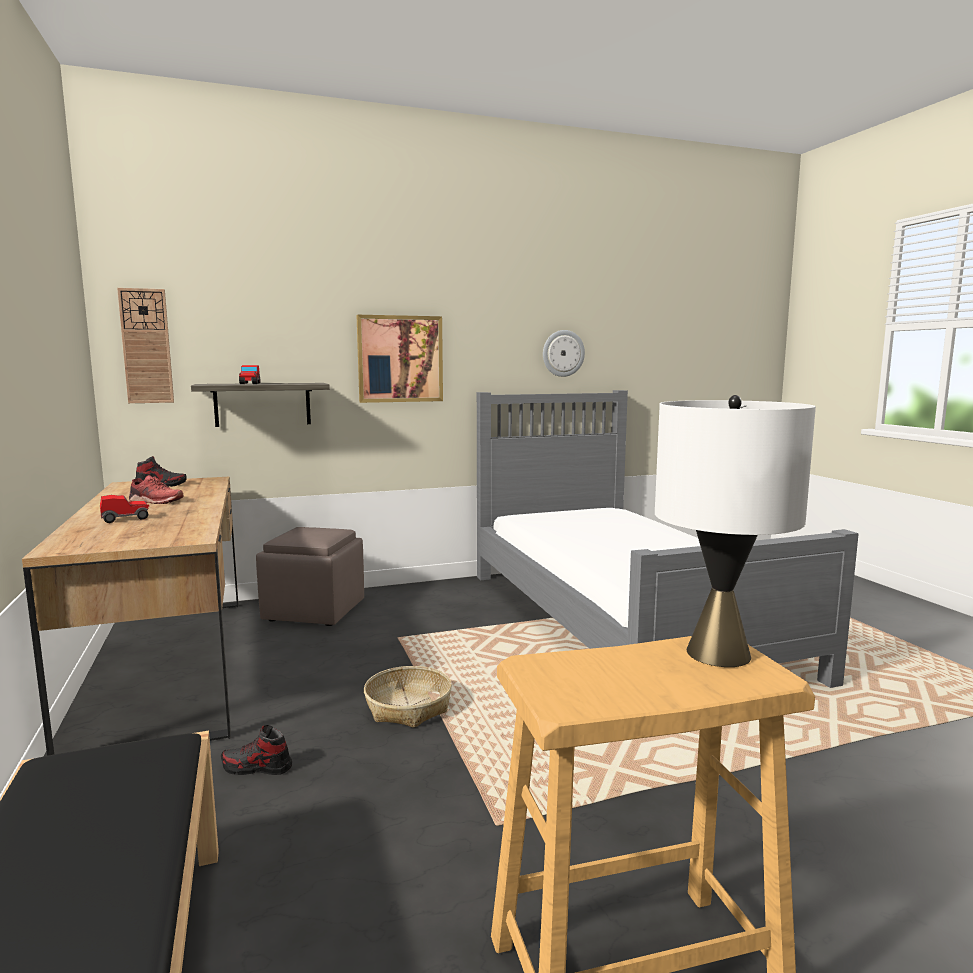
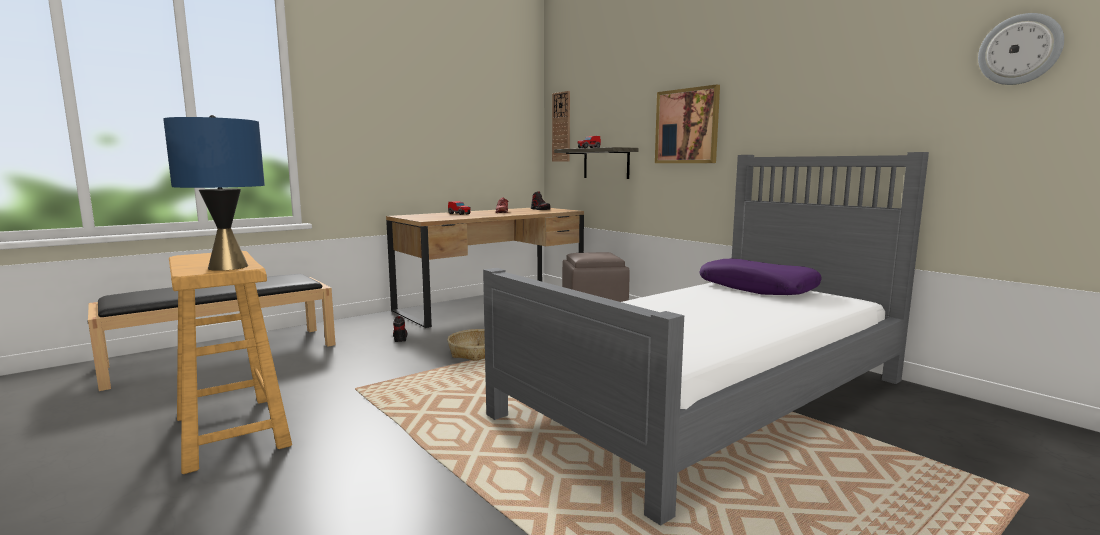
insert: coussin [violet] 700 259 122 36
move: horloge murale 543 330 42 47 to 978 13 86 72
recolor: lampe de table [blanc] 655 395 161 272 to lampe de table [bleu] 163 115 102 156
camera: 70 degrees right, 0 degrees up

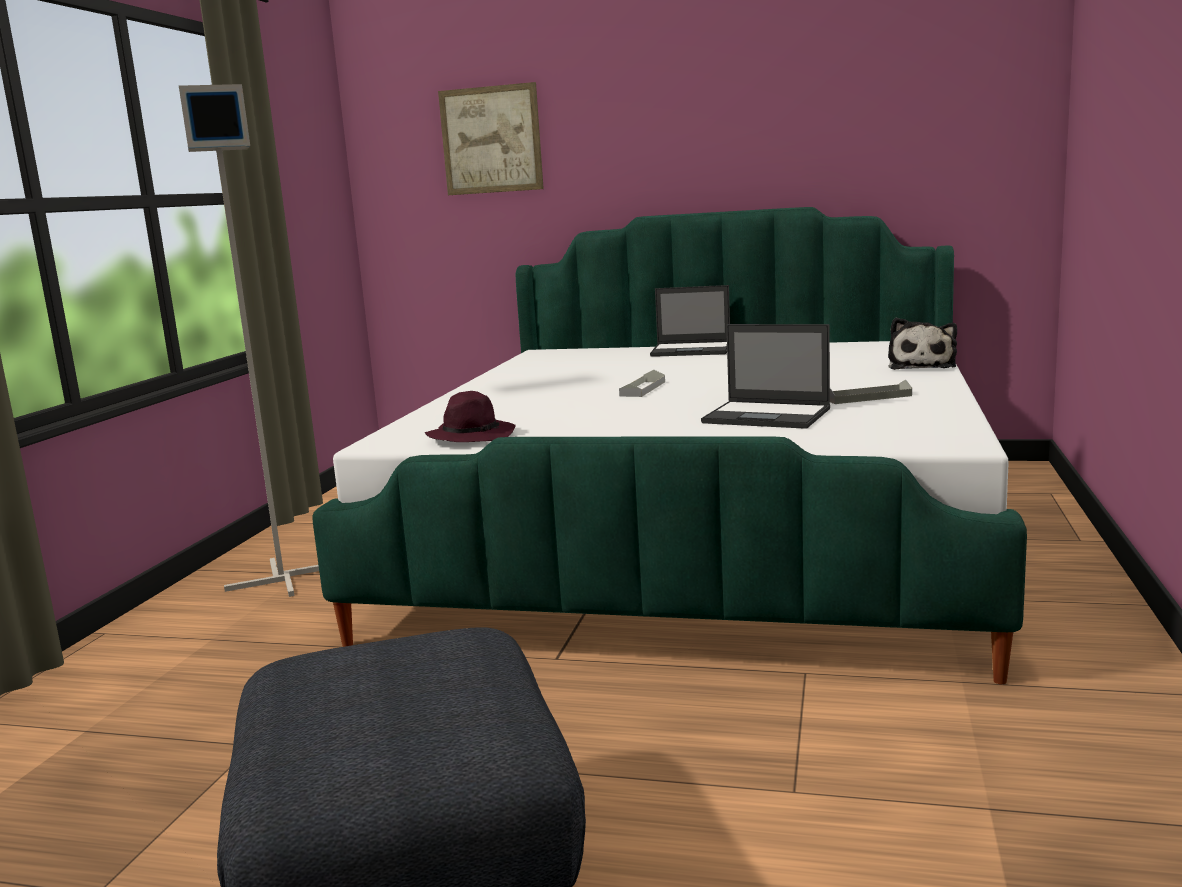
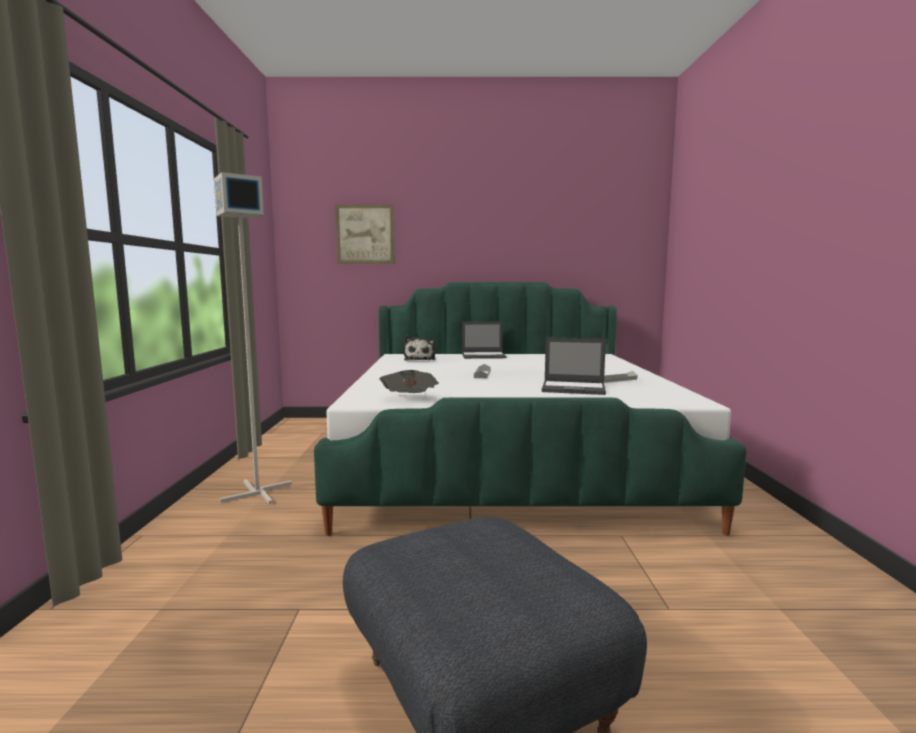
move: peluche 888 318 69 52 to 404 335 31 26
replace: chapeau [violet] 425 391 91 51 to journal 379 370 60 23
camera: 15 degrees left, 5 degrees down

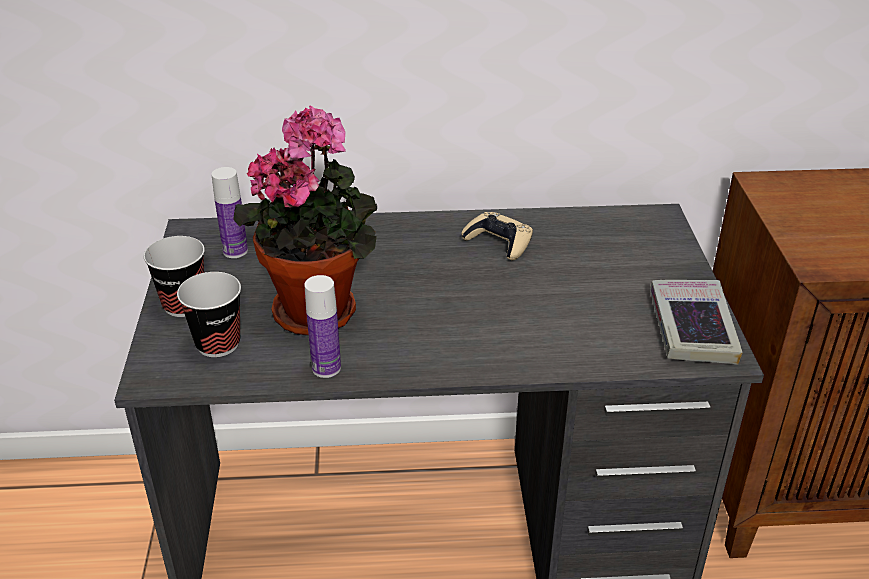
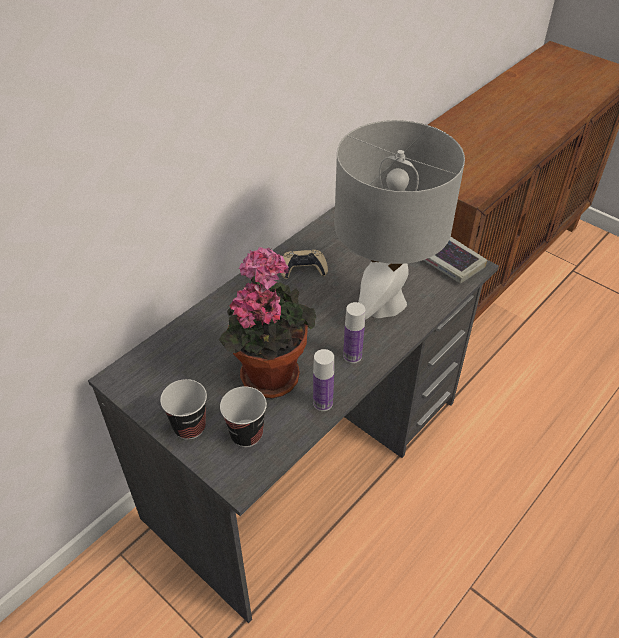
insert: lampe de table [gris] 334 120 131 200
move: bouteille 211 167 37 91 to 343 302 22 61
camera: 45 degrees left, 10 degrees up

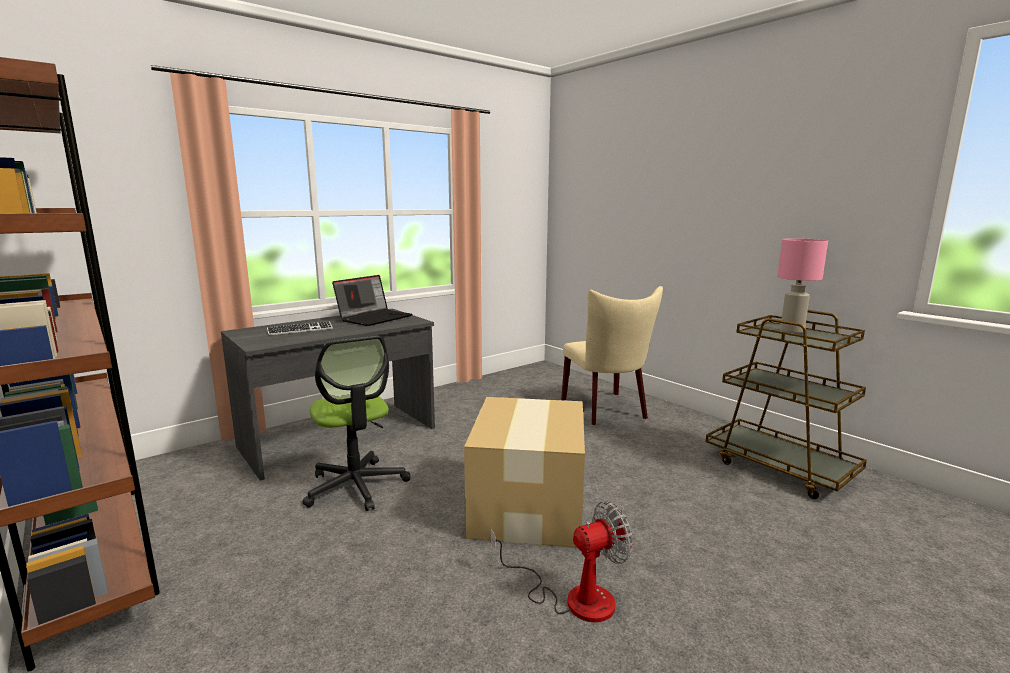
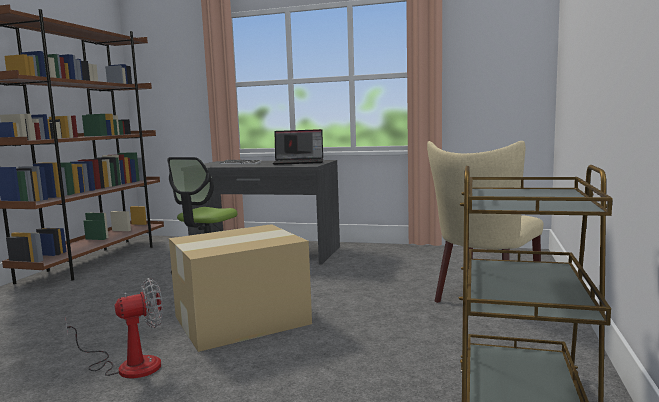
delete: lampe de table [rose] 777 238 51 95
rotate: ventilateur 490 501 143 121 = 65 278 98 100 60 degrees counterclockwise
camera: 55 degrees right, 5 degrees down

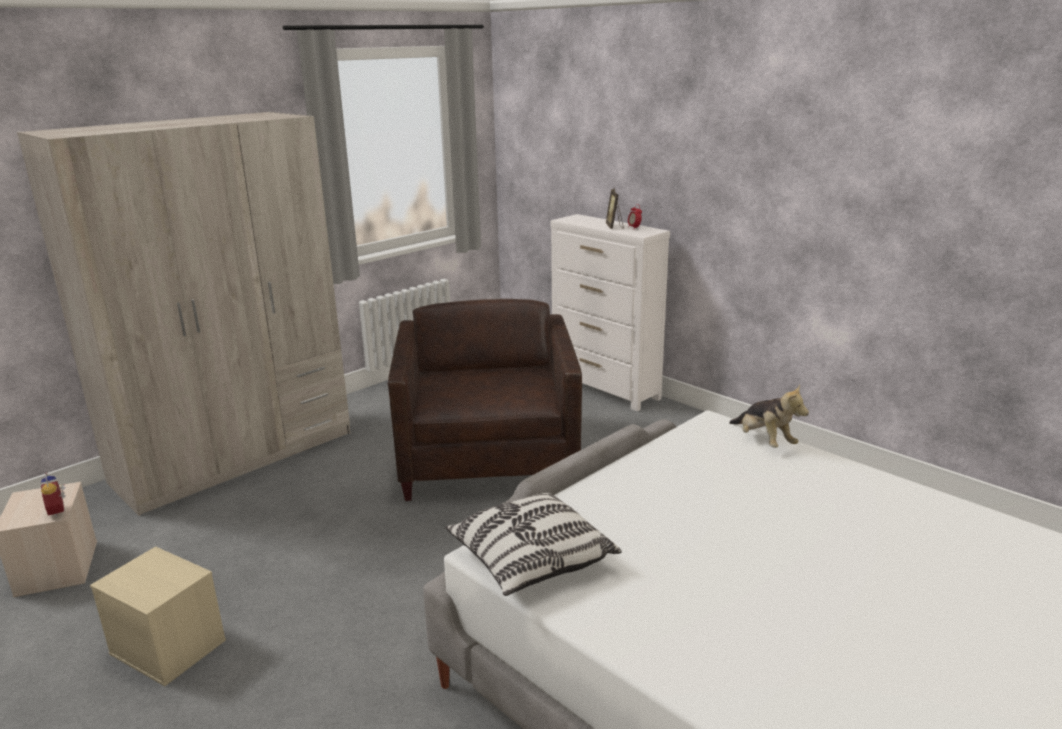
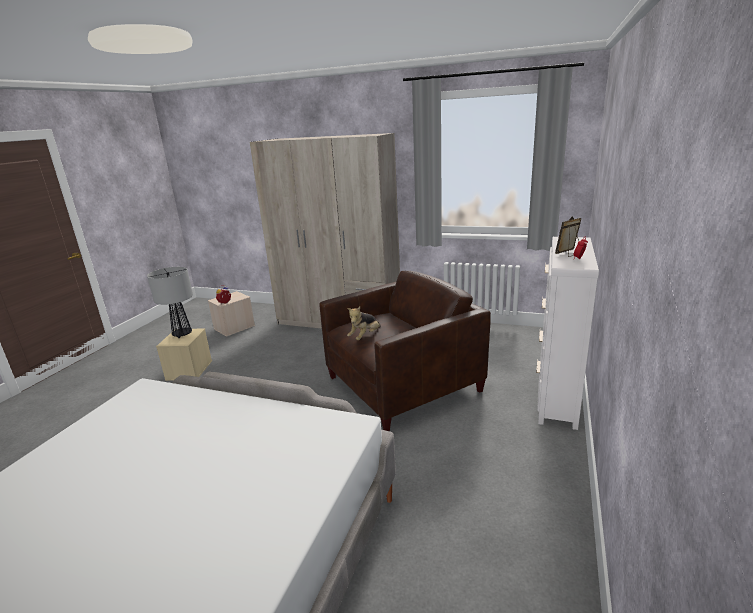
delete: coussin 445 492 177 104
insert: lampe de table 147 267 46 71
move: peluche 729 385 80 63 to 347 307 34 33
camera: 65 degrees right, 0 degrees up

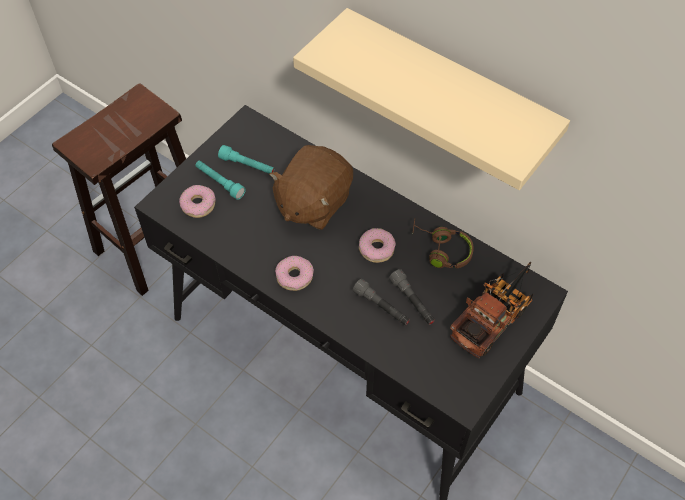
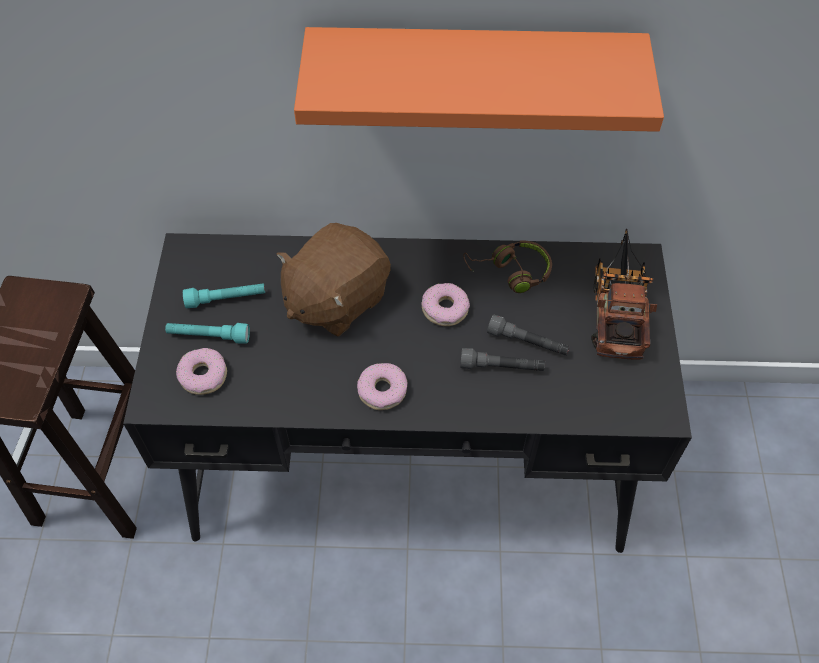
recolor: étagère [beige] 293 8 277 182 to étagère [orange] 294 27 370 105
rotate: peluche [marron] 269 145 84 85 = 277 223 114 113 45 degrees clockwise
camera: 35 degrees left, 0 degrees up

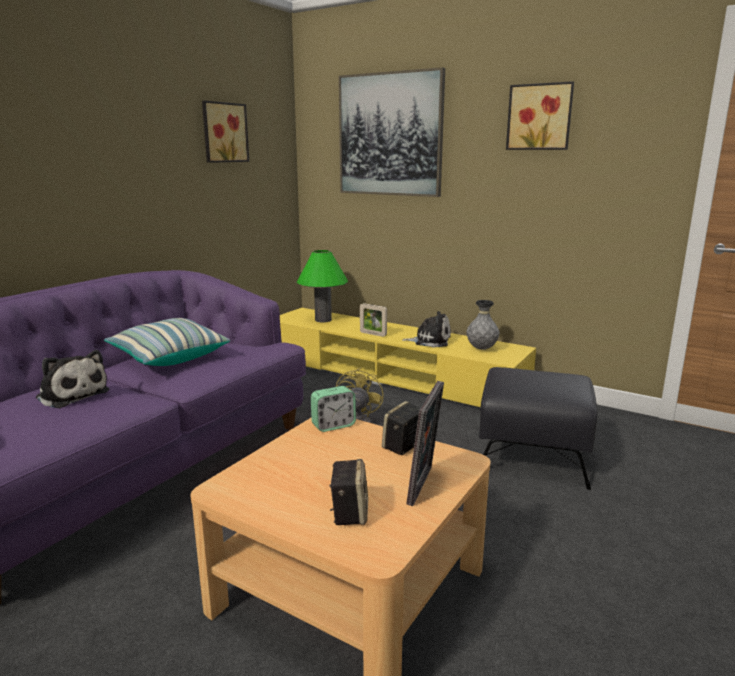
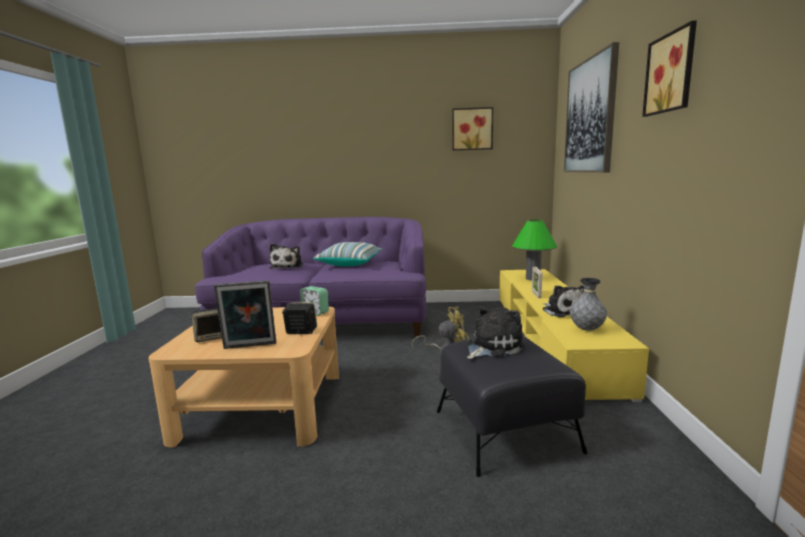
insert: peluche 467 306 58 53
camera: 60 degrees right, 5 degrees down

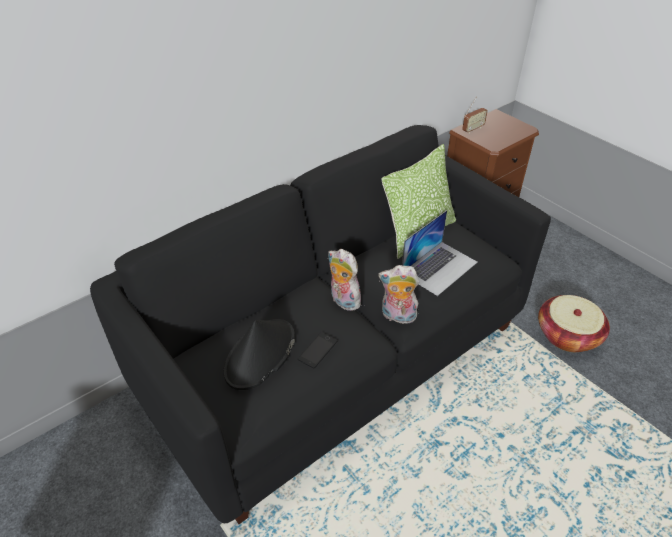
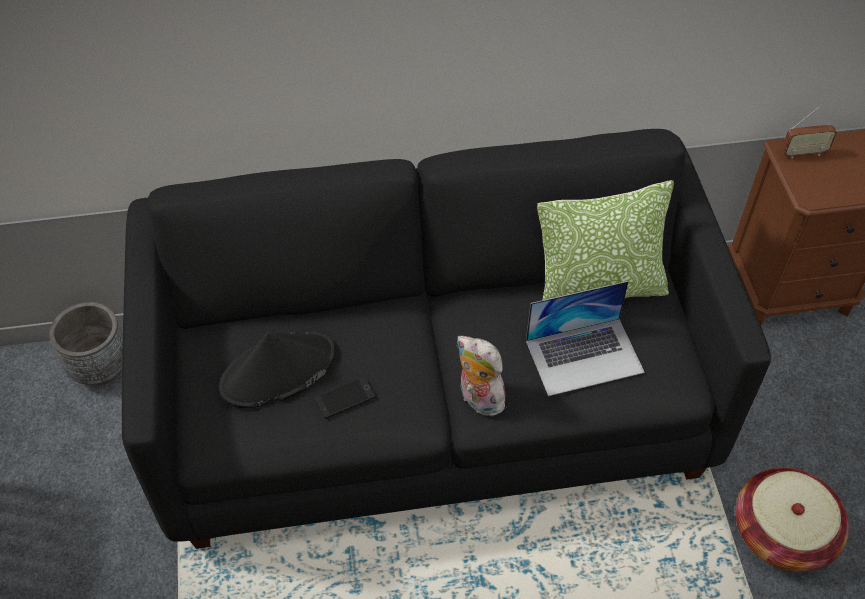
delete: peluche 328 249 34 62
insert: cache-pot [gris] 49 302 74 84
camera: 30 degrees right, 10 degrees up

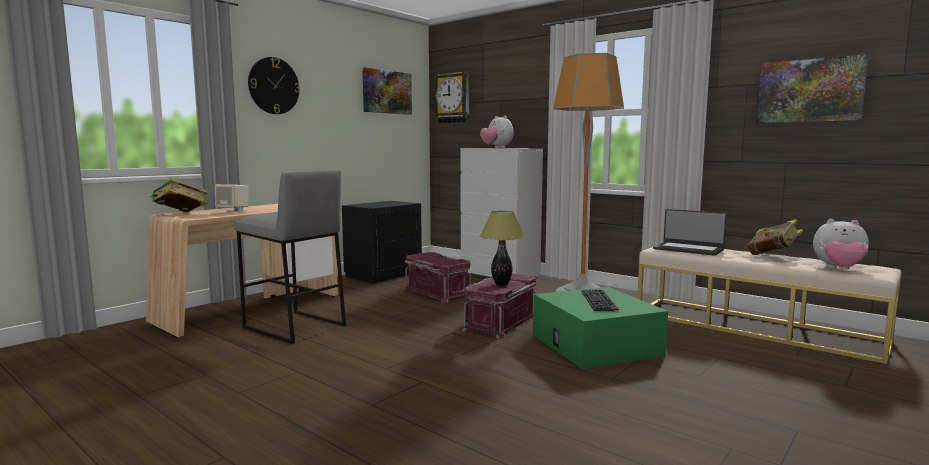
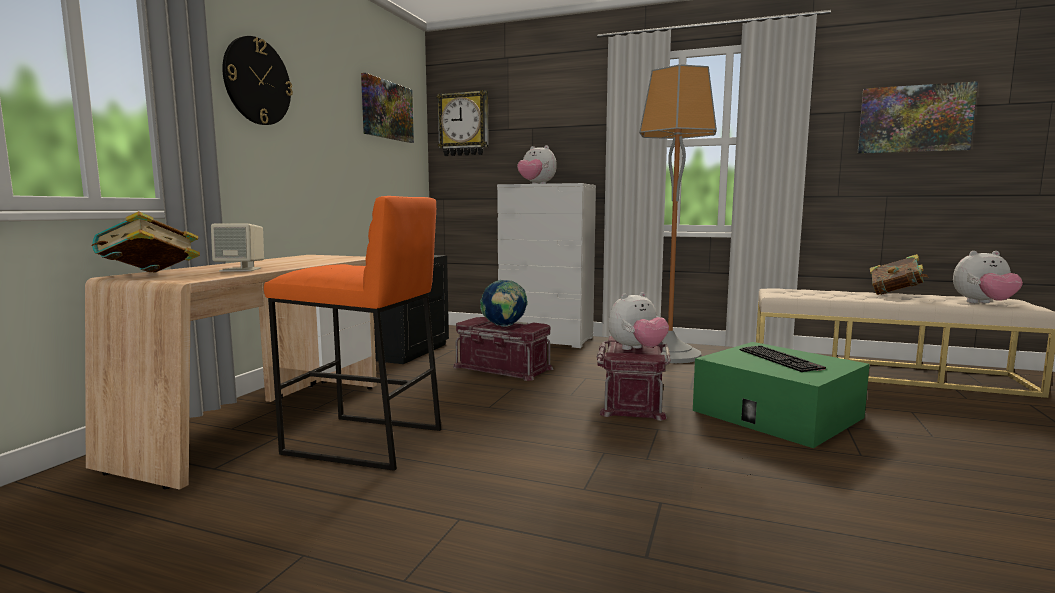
delete: ordinateur portable 653 209 74 47
insert: globe 480 280 47 47
replace: lampe de table 480 211 45 75 to peluche 608 292 61 58
recolor: tabouret [gris] 234 170 112 174 to tabouret [orange] 264 196 177 275
camera: 20 degrees left, 0 degrees up

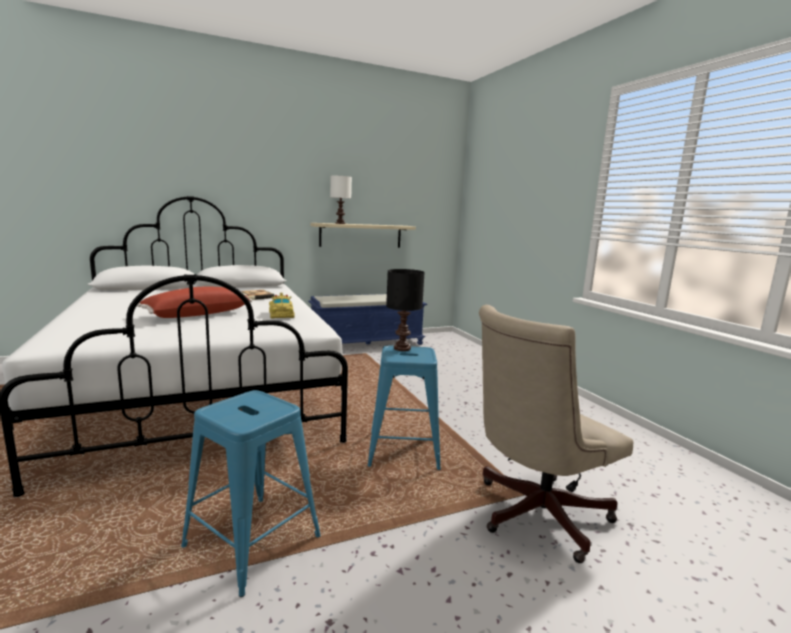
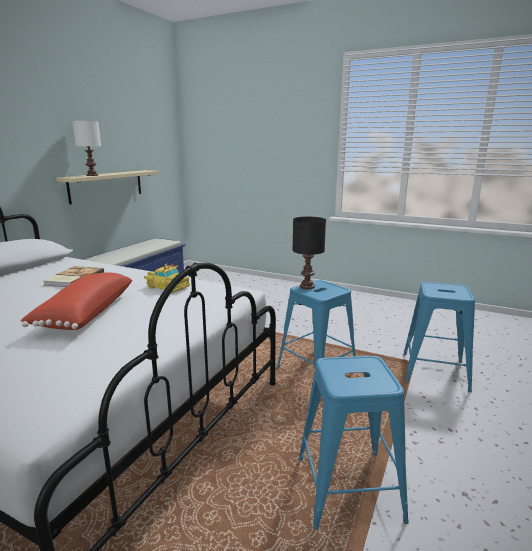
replace: chaise de bureau [beige] 479 305 154 258 to tabouret [bleu] 403 282 72 110
camera: 40 degrees left, 5 degrees up

